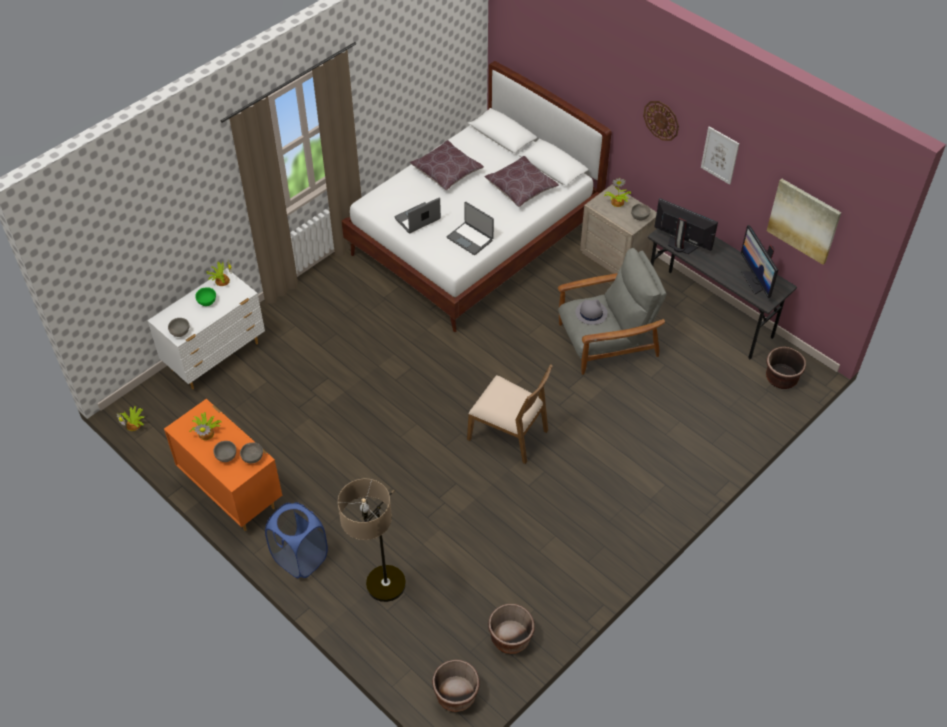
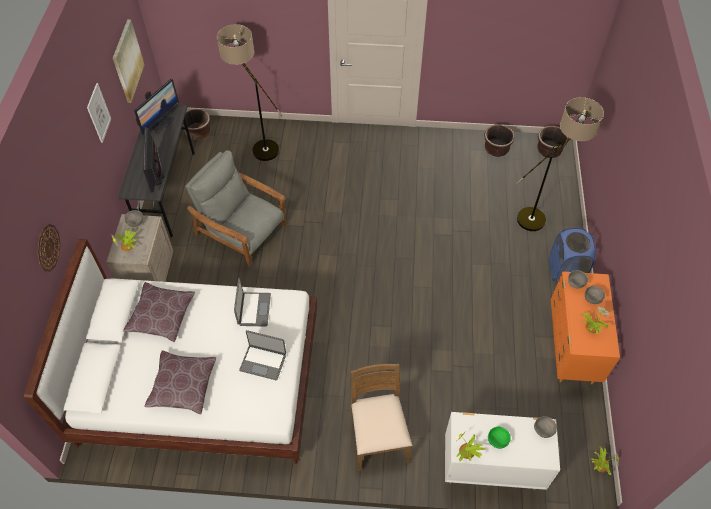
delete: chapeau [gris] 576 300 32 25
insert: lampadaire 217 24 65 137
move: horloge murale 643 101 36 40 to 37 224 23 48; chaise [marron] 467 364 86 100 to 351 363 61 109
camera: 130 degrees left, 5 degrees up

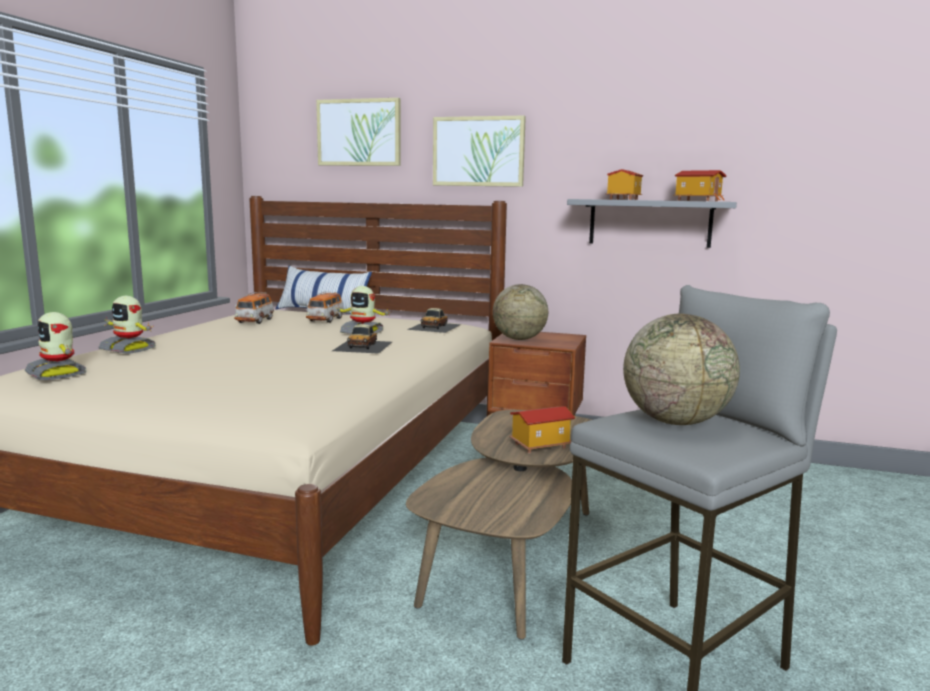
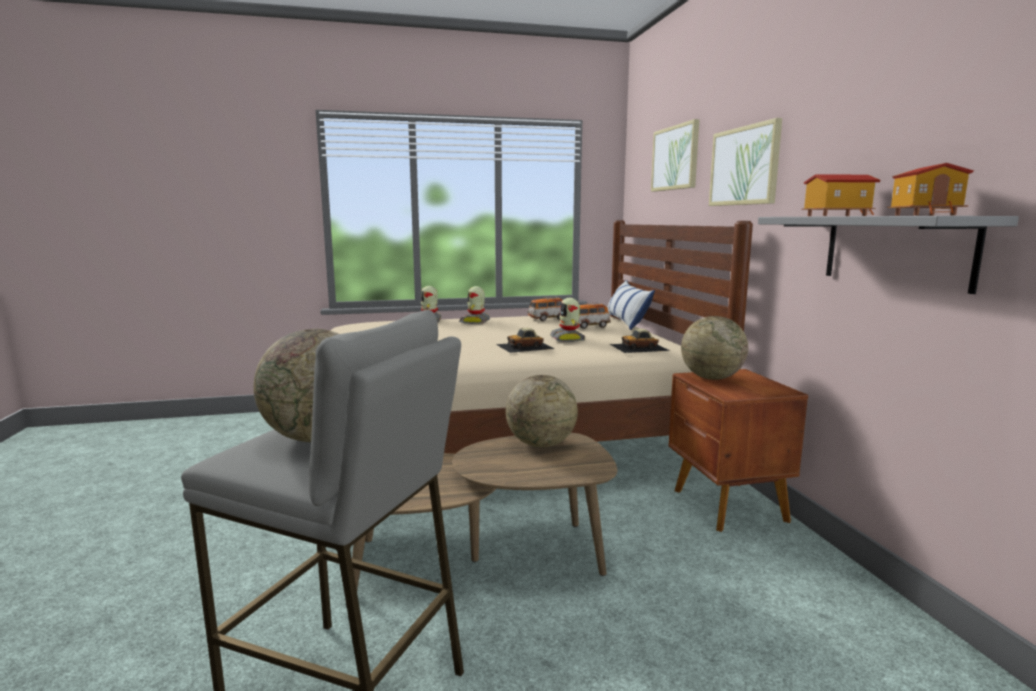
delete: maison miniature 509 406 66 48
insert: globe 506 375 72 73
move: robot jouet 25 312 62 68 to 459 286 31 38
camera: 60 degrees right, 0 degrees up

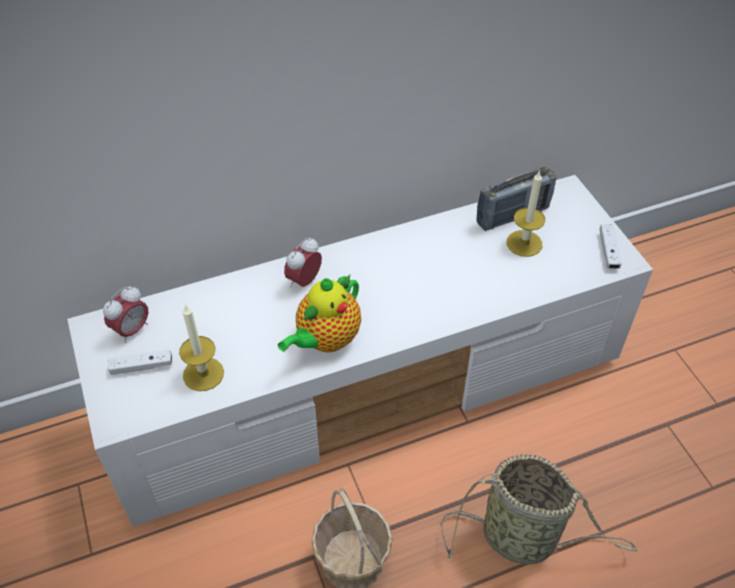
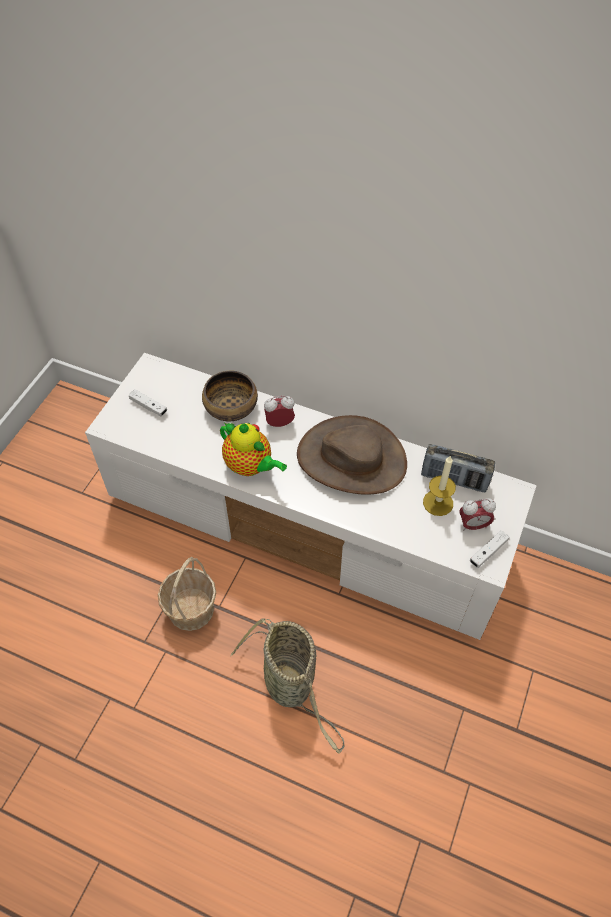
delete: bougie 179 304 45 87
insert: bol 202 371 56 50; chapeau [marron] 297 415 110 80
move: réveil 103 286 45 57 to 459 498 37 33
rotate: théière 278 275 83 78 = 220 423 67 53 135 degrees counterclockwise
camera: 45 degrees right, 5 degrees up

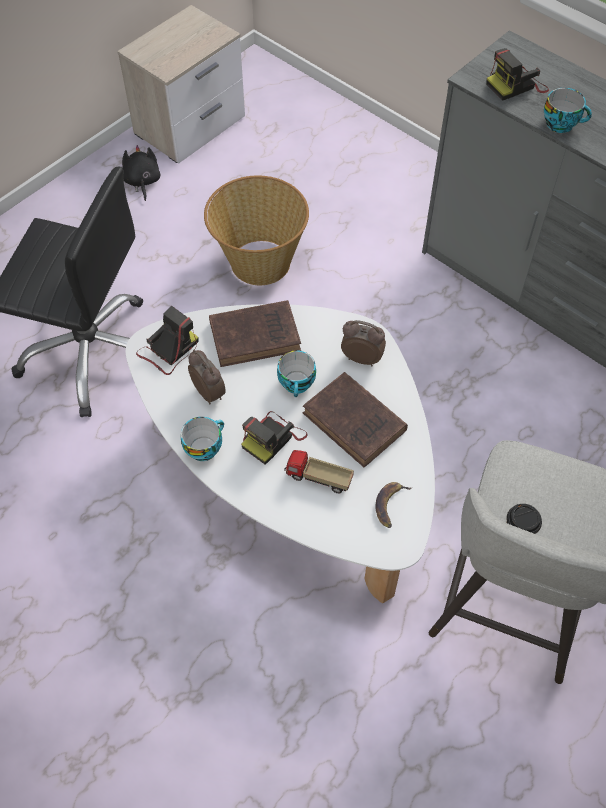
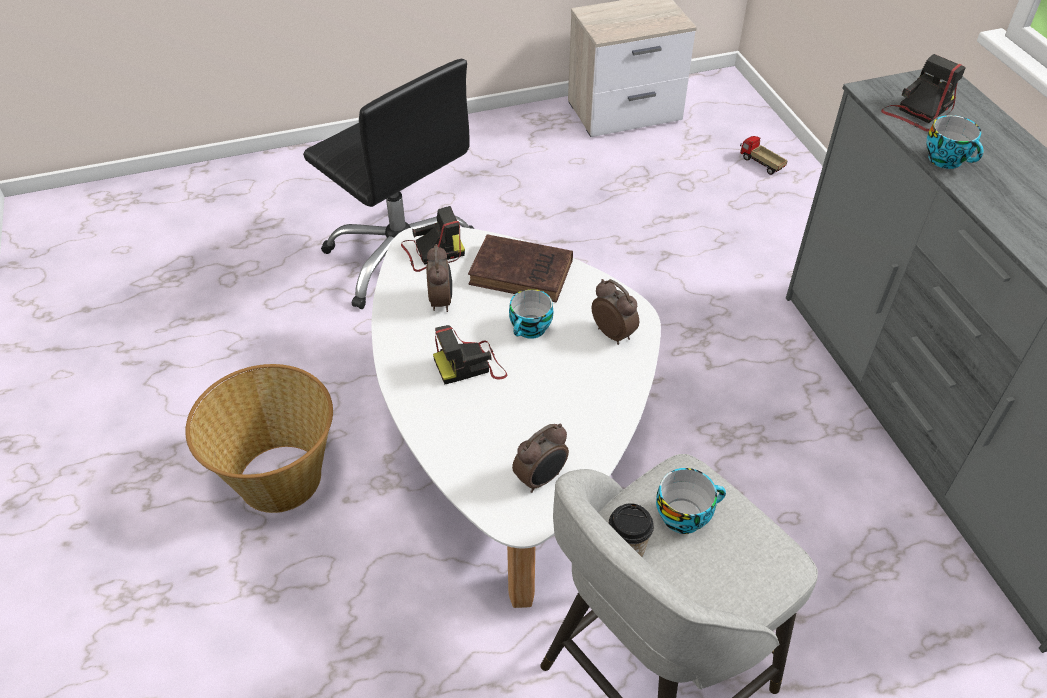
delete: peluche [noir] 122 145 39 56; livre [marron] 303 372 105 95
move: panier 204 176 105 109 to 185 364 148 149; tasse 181 417 43 44 to 656 468 70 66; camion jouet 284 450 70 44 to 740 136 48 39
replace: banane 375 482 37 46 to réveil 512 424 57 69
rotate: appareil photo 486 48 63 53 = 881 54 85 77 135 degrees clockwise
camera: 30 degrees right, 10 degrees down

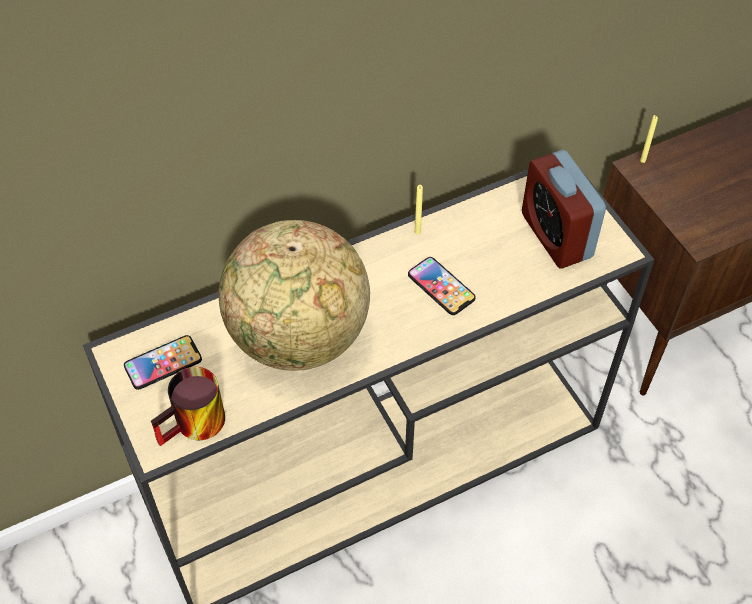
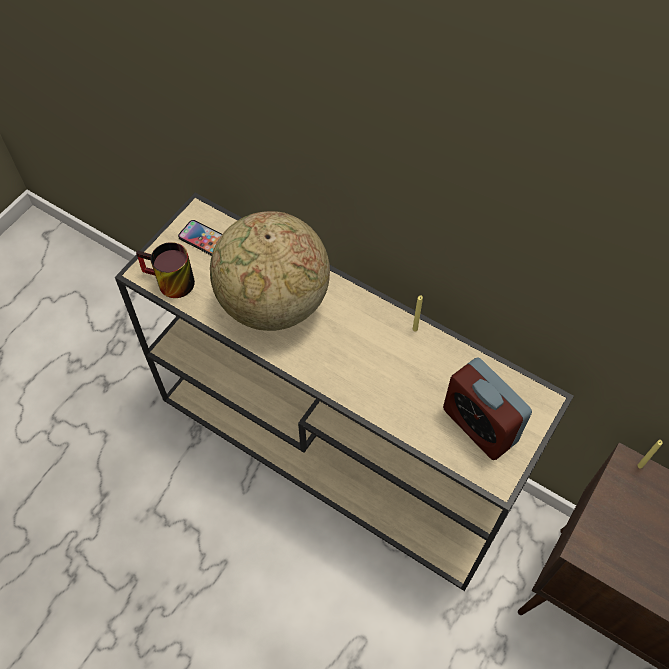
delete: téléphone 408 257 68 58
rotate: réveil 522 150 84 119 = 443 357 89 103 75 degrees counterclockwise
camera: 60 degrees right, 5 degrees up

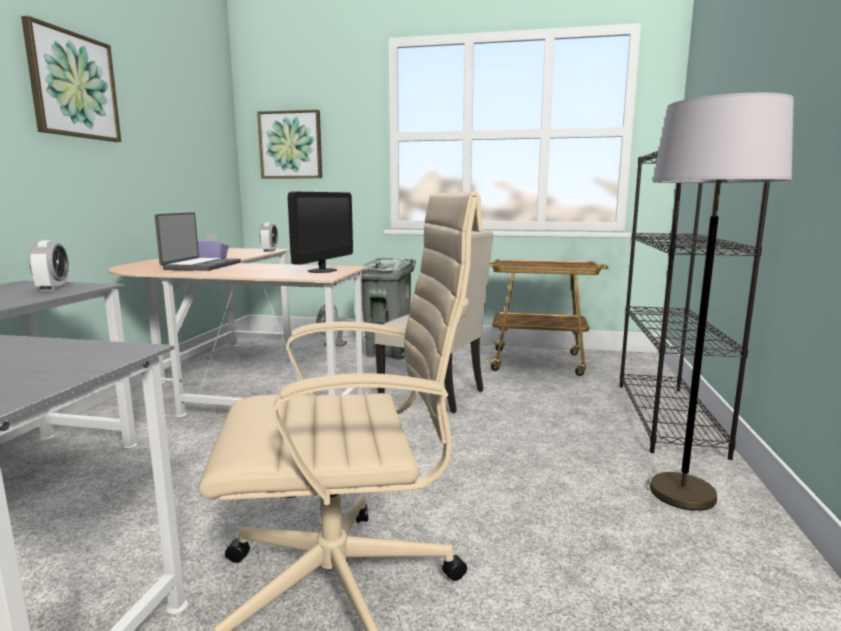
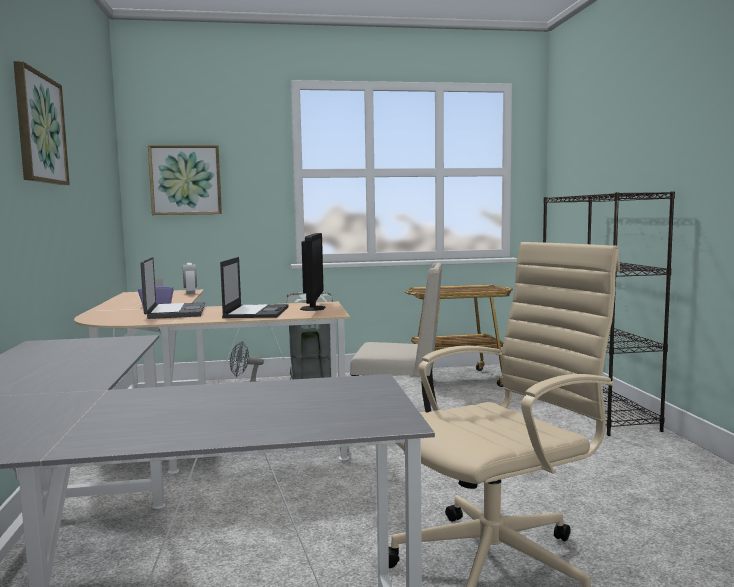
delete: lampadaire [gris] 650 93 144 418; réveil 28 240 41 51
insert: ordinateur portable 220 257 68 61
camera: 20 degrees left, 5 degrees down

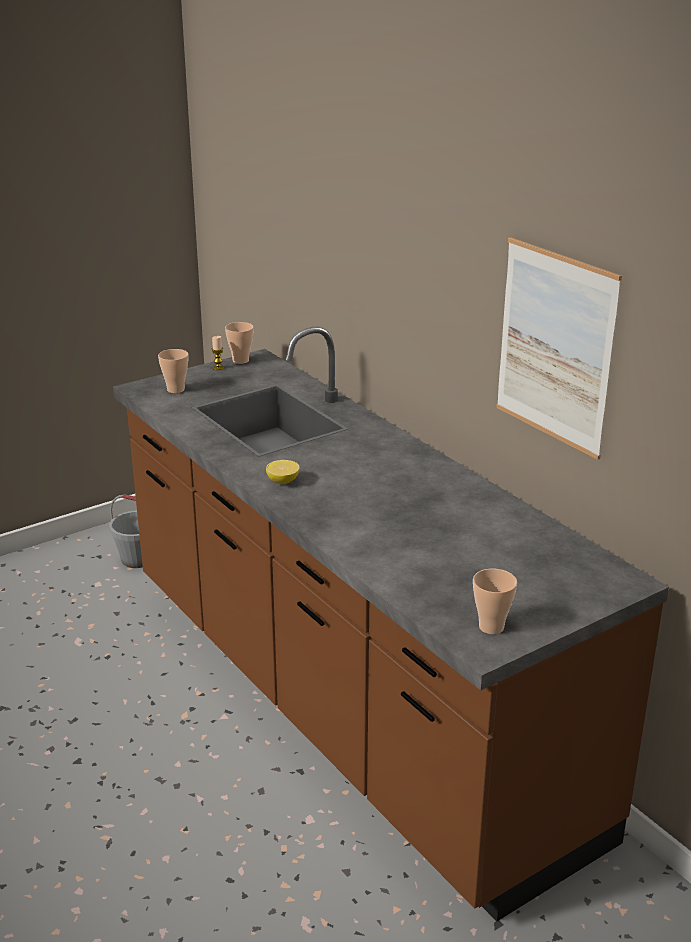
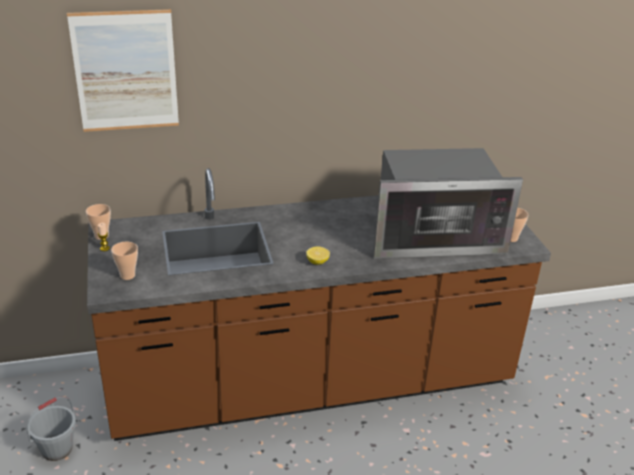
insert: micro-ondes 373 148 150 111
move: tableau 496 237 126 223 to 67 9 112 123
camera: 70 degrees left, 5 degrees up

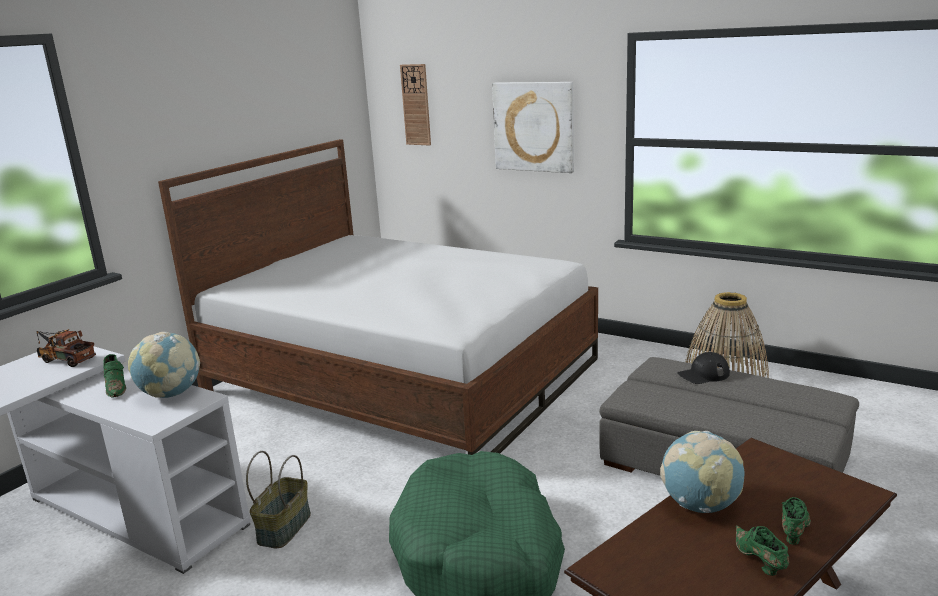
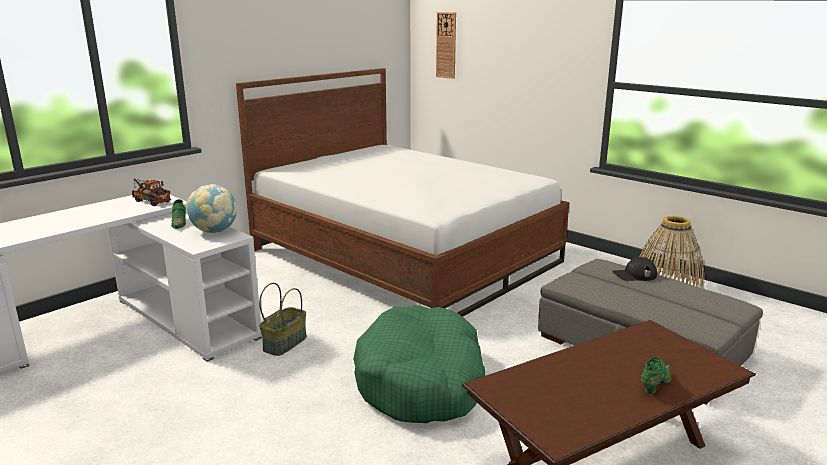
delete: tableau 492 82 82 91; globe 660 431 84 82; chaussure [vert] 736 525 53 51
camera: 10 degrees right, 0 degrees up

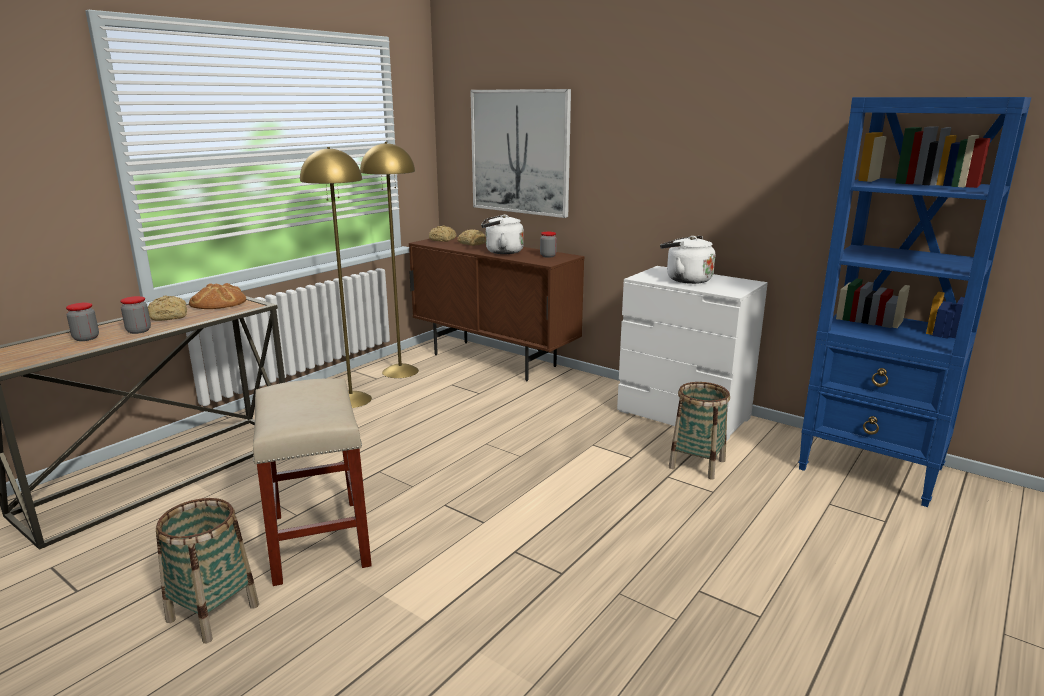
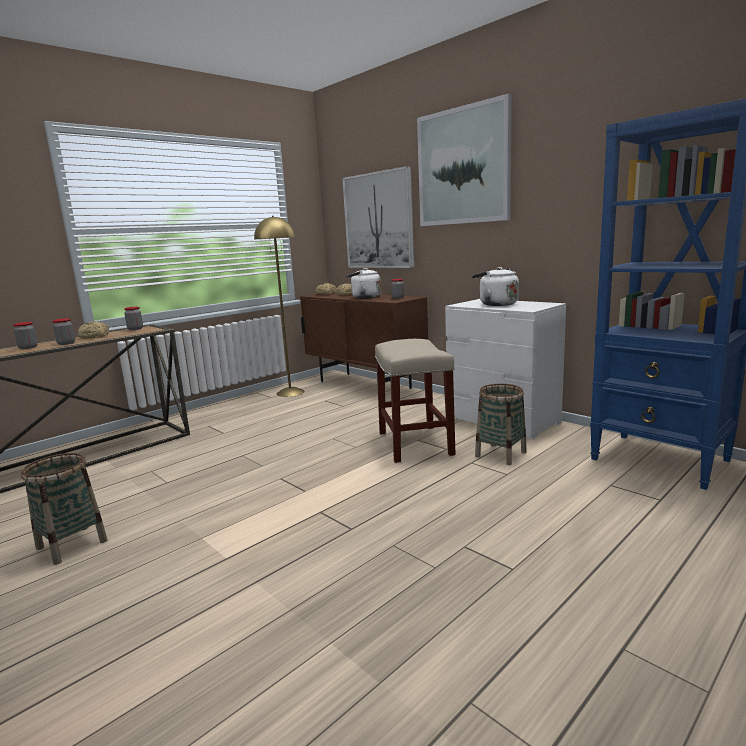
delete: lampadaire [jaune] 300 147 72 261
insert: tableau 417 94 95 132
move: tabouret [beige] 253 379 119 207 to 375 339 81 124
replace: pain 189 283 57 26 to bocal 124 307 19 23
camera: 10 degrees right, 5 degrees down

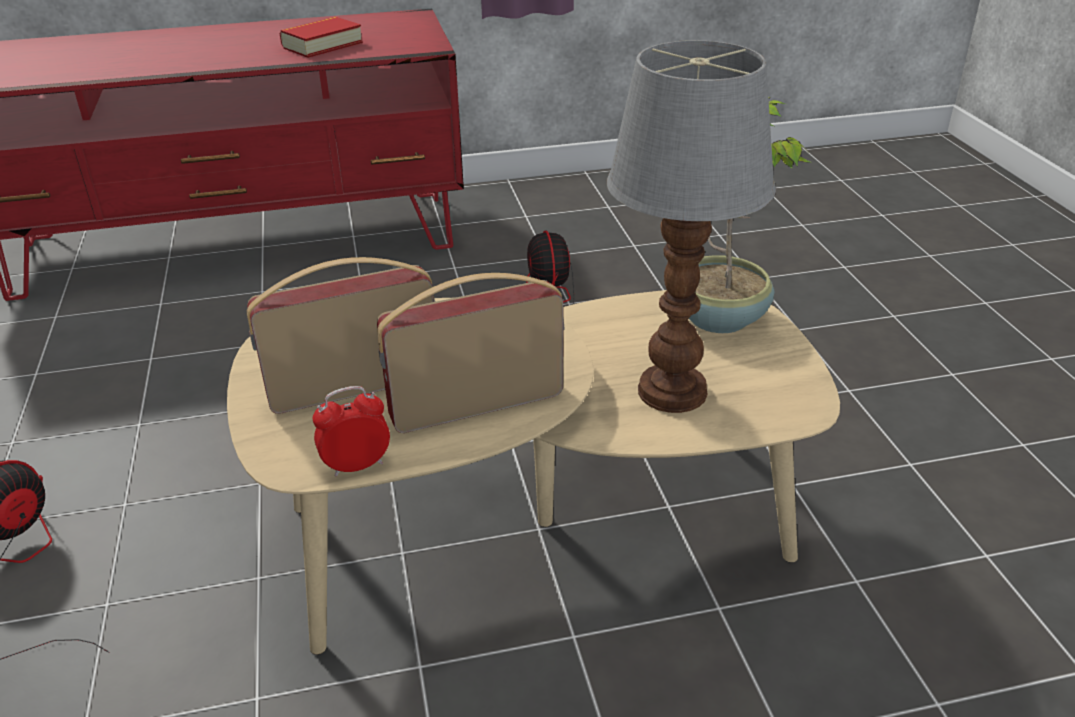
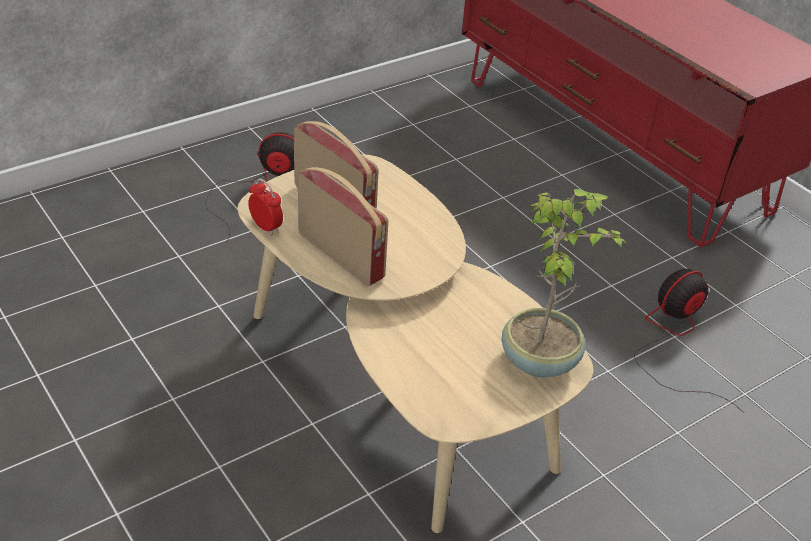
delete: livre 280 17 83 41; lampe de table 607 40 169 373
camera: 65 degrees right, 5 degrees up

